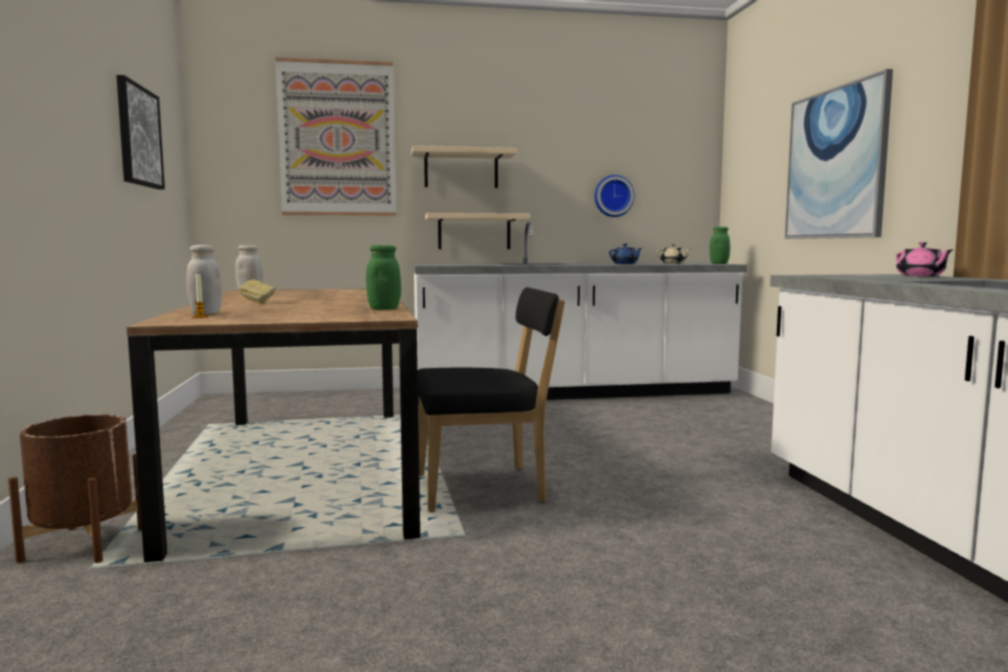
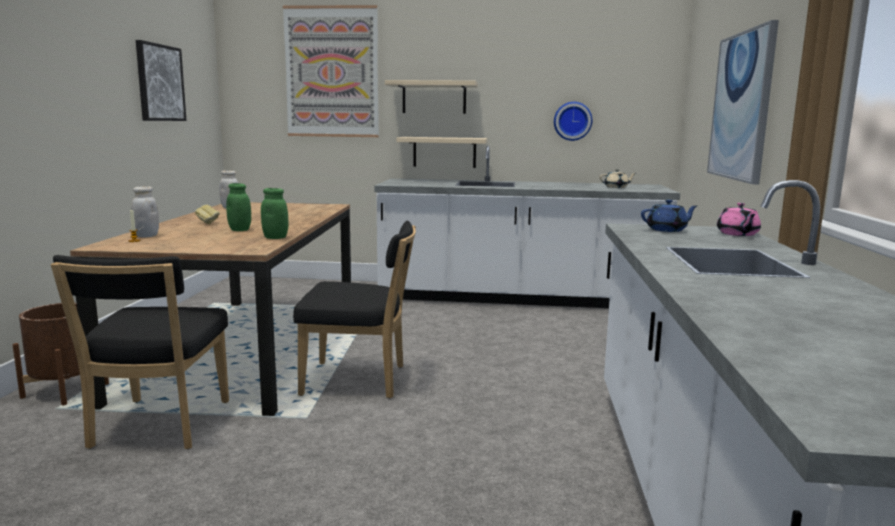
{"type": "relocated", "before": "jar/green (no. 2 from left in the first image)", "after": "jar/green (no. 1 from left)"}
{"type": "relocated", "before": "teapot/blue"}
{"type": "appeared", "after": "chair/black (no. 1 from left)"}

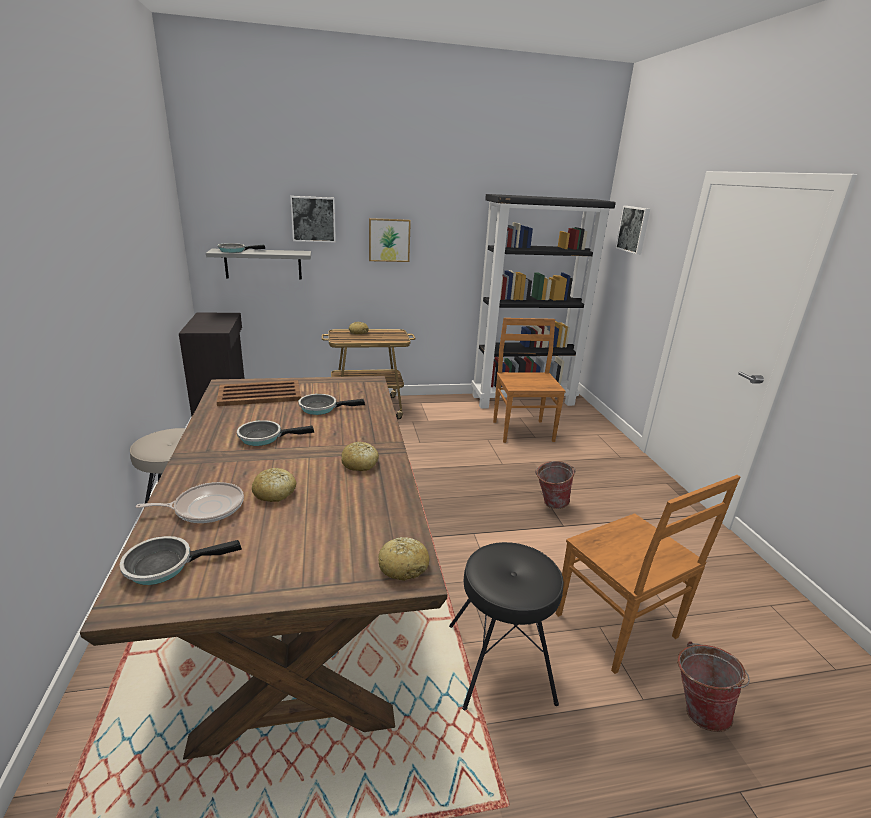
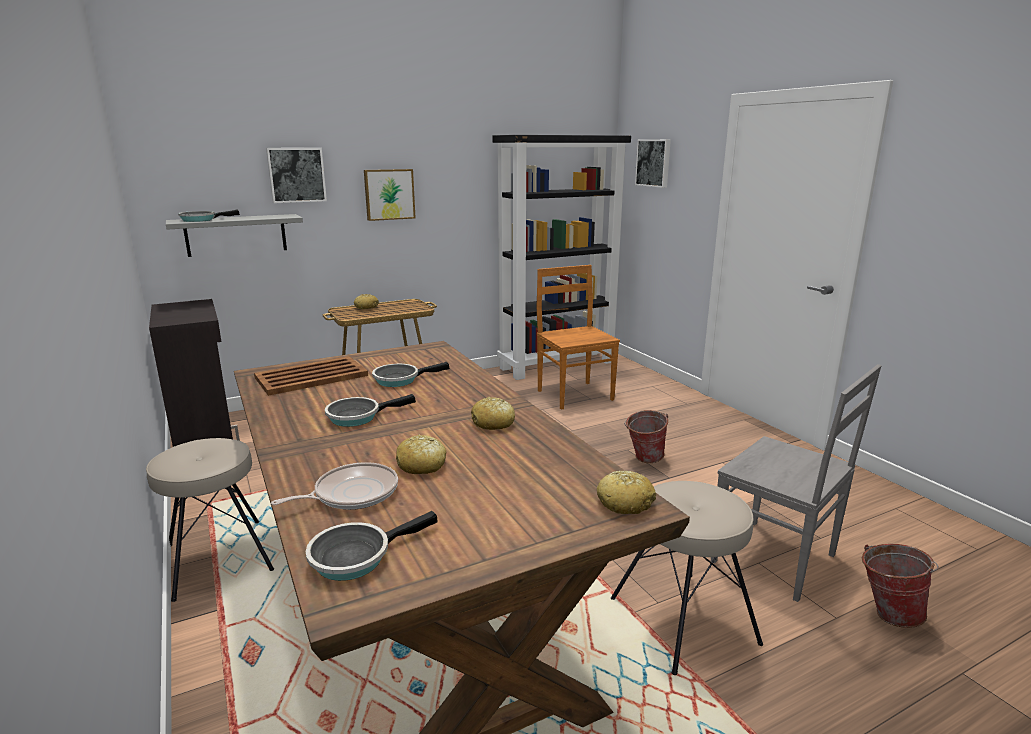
{"type": "colour", "before": "chair/brown (no. 2 from left)", "after": "chair/grey"}
{"type": "colour", "before": "stool/black", "after": "stool/beige (no. 2 from left)"}

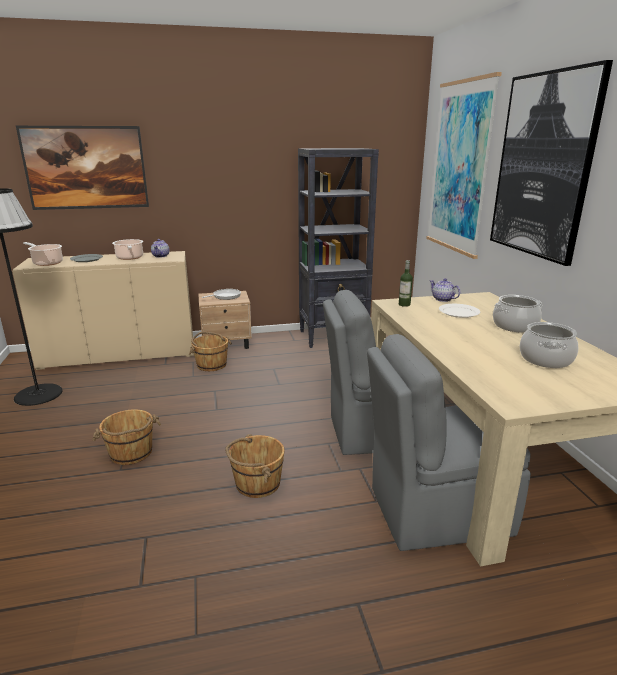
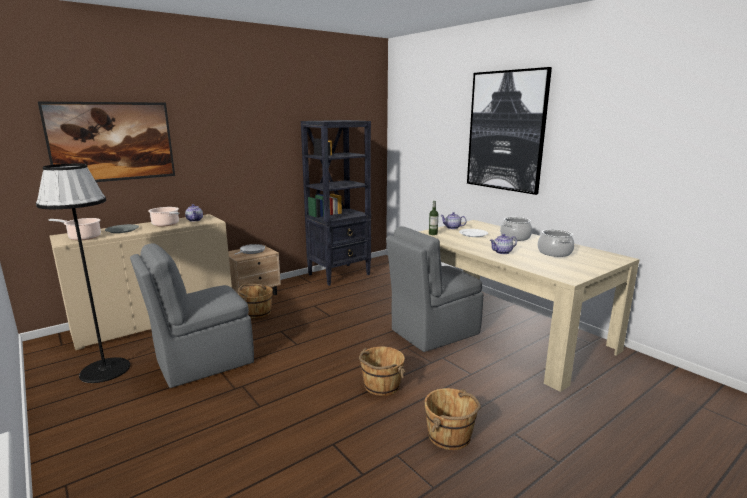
{"type": "missing", "before": "picture (no. 2 from left)"}
{"type": "relocated", "before": "chair/grey (no. 2 from left in the first image)", "after": "chair/grey (no. 1 from left)"}
{"type": "relocated", "before": "bucket/brown (no. 1 from left in the first image)", "after": "bucket/brown (no. 3 from left)"}
{"type": "appeared", "after": "teapot (no. 3 from left)"}

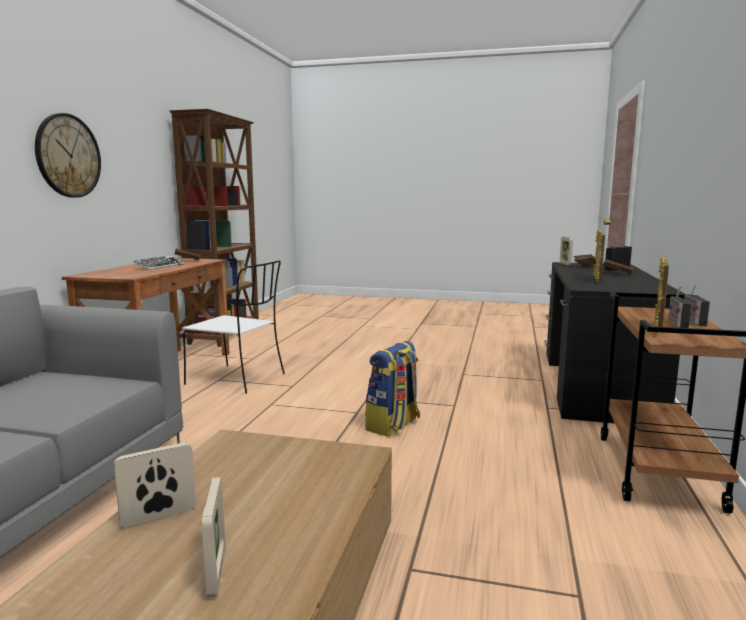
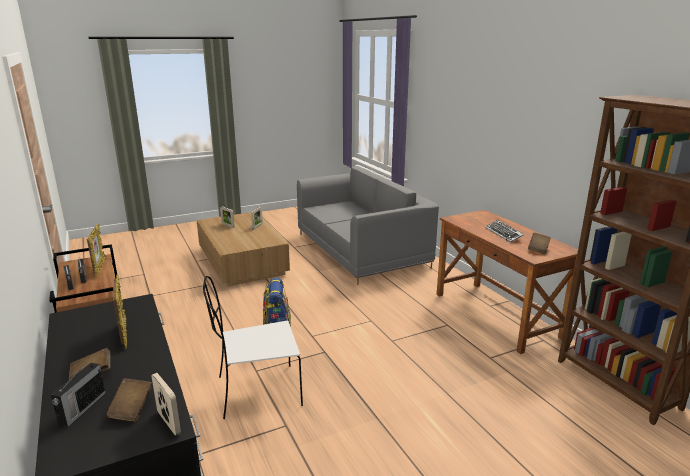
{"type": "missing", "before": "wall clock"}
{"type": "relocated", "before": "chair/white"}

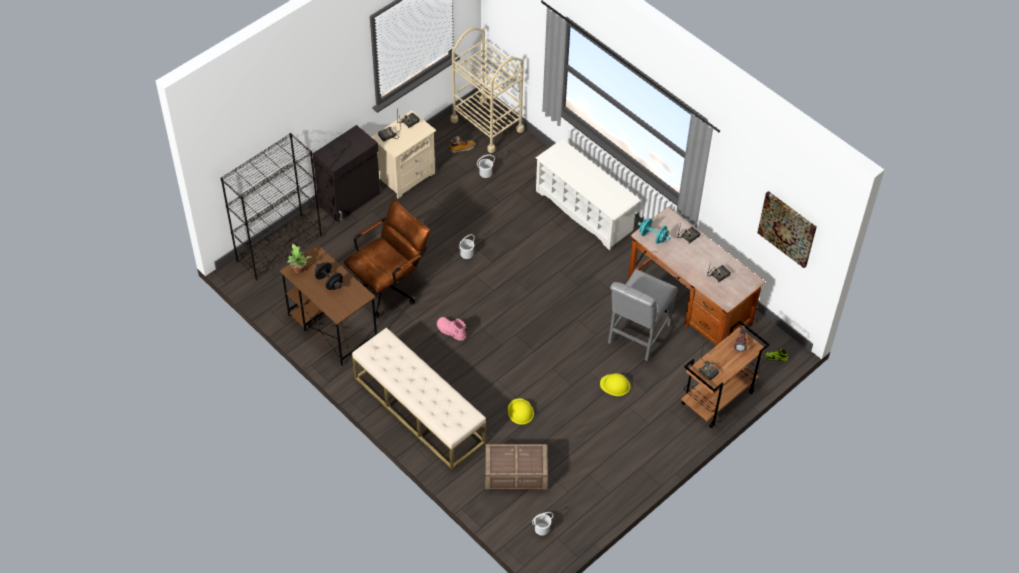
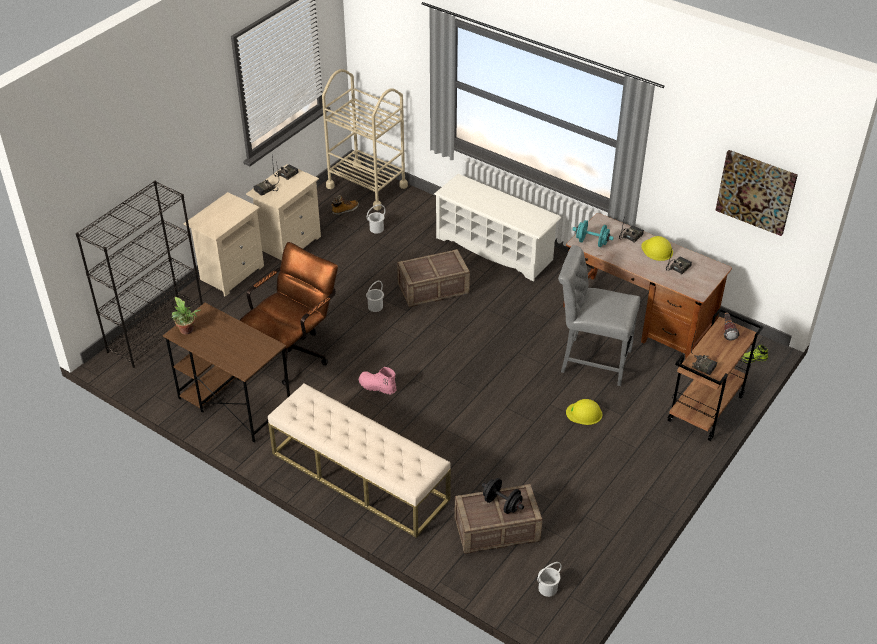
{"type": "exchanged", "before": "cabinet/black", "after": "nightstand/beige (no. 1 from left)"}
{"type": "relocated", "before": "dumbbell/black"}
{"type": "spun", "before": "chair/grey", "turn": 90}
{"type": "relocated", "before": "hard hat/yellow (no. 1 from left in the first image)", "after": "hard hat/yellow (no. 2 from left)"}
{"type": "appeared", "after": "crate (no. 1 from left)"}

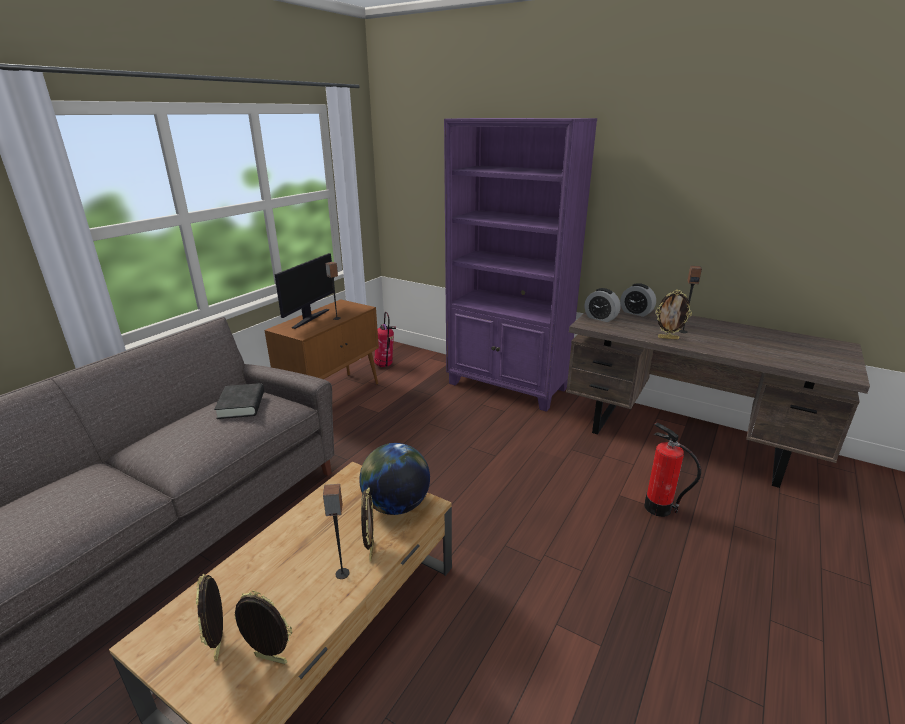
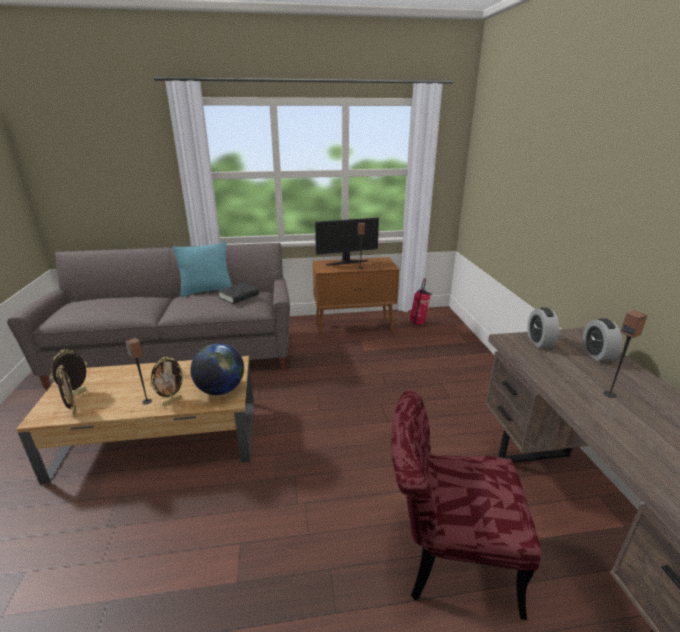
{"type": "missing", "before": "bookcase/purple"}
{"type": "missing", "before": "picture frame (no. 4 from left)"}
{"type": "exchanged", "before": "fire extinguisher (no. 2 from left)", "after": "chair/red"}
{"type": "appeared", "after": "pillow/turquoise"}

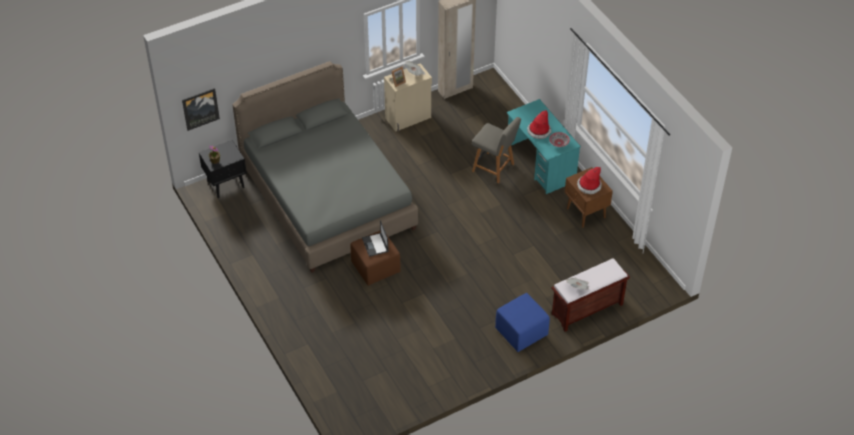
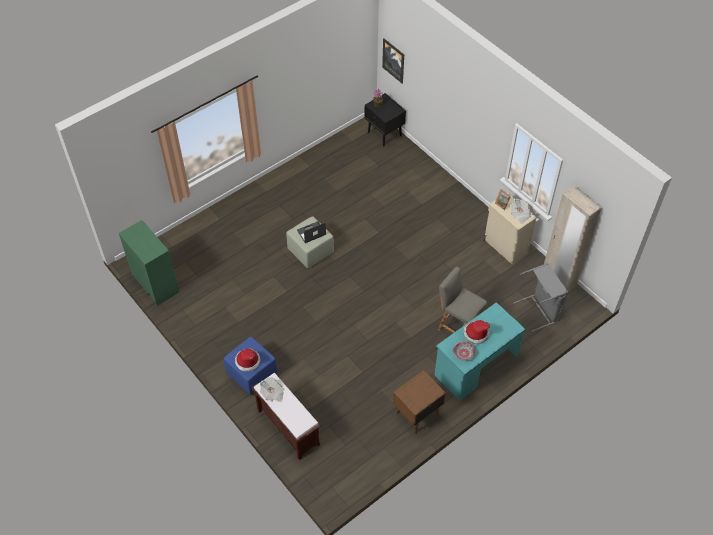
{"type": "missing", "before": "bed/grey"}
{"type": "spun", "before": "chair/grey", "turn": 105}
{"type": "relocated", "before": "hat (no. 2 from left in the first image)", "after": "hat (no. 1 from left)"}
{"type": "colour", "before": "ottoman/brown", "after": "ottoman/green"}
{"type": "appeared", "after": "dresser/green"}
{"type": "appeared", "after": "laundry basket/grey"}

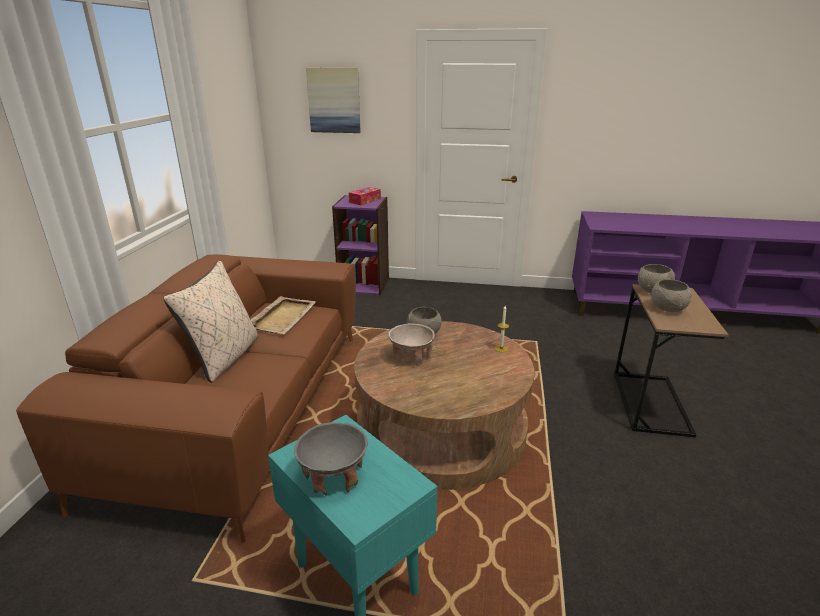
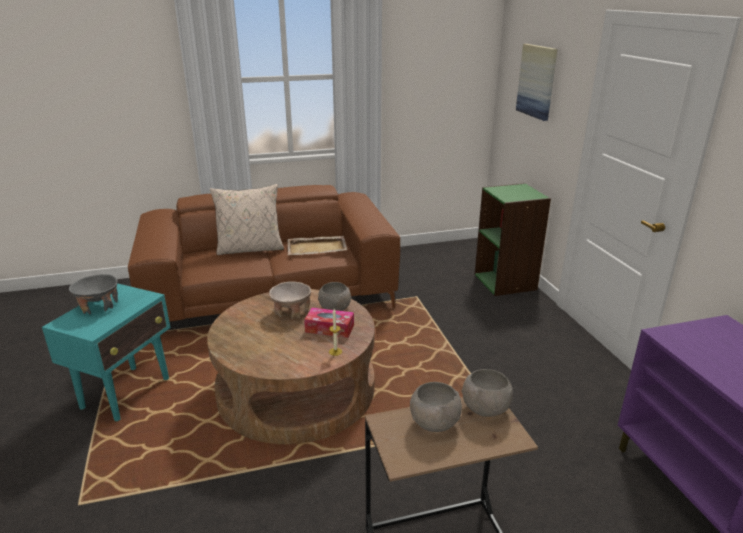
{"type": "relocated", "before": "tissue box"}
{"type": "colour", "before": "bookcase/purple", "after": "bookcase/green"}

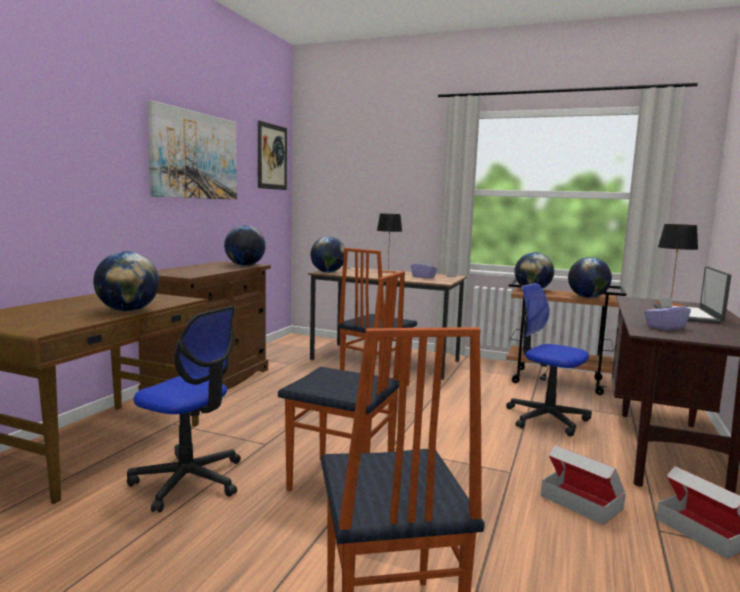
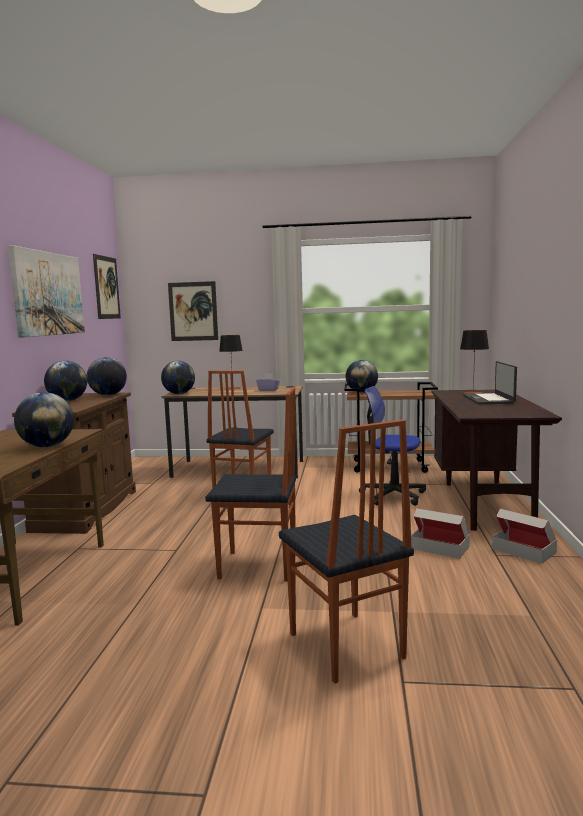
{"type": "relocated", "before": "globe (no. 5 from left in the first image)", "after": "globe (no. 2 from left)"}
{"type": "missing", "before": "tissue box/purple (no. 2 from left)"}
{"type": "missing", "before": "office chair (no. 1 from left)"}
{"type": "appeared", "after": "picture (no. 3 from left)"}

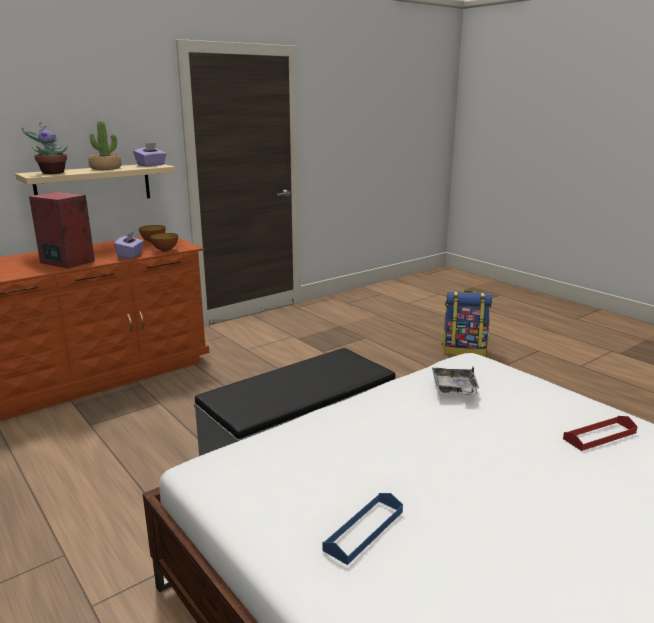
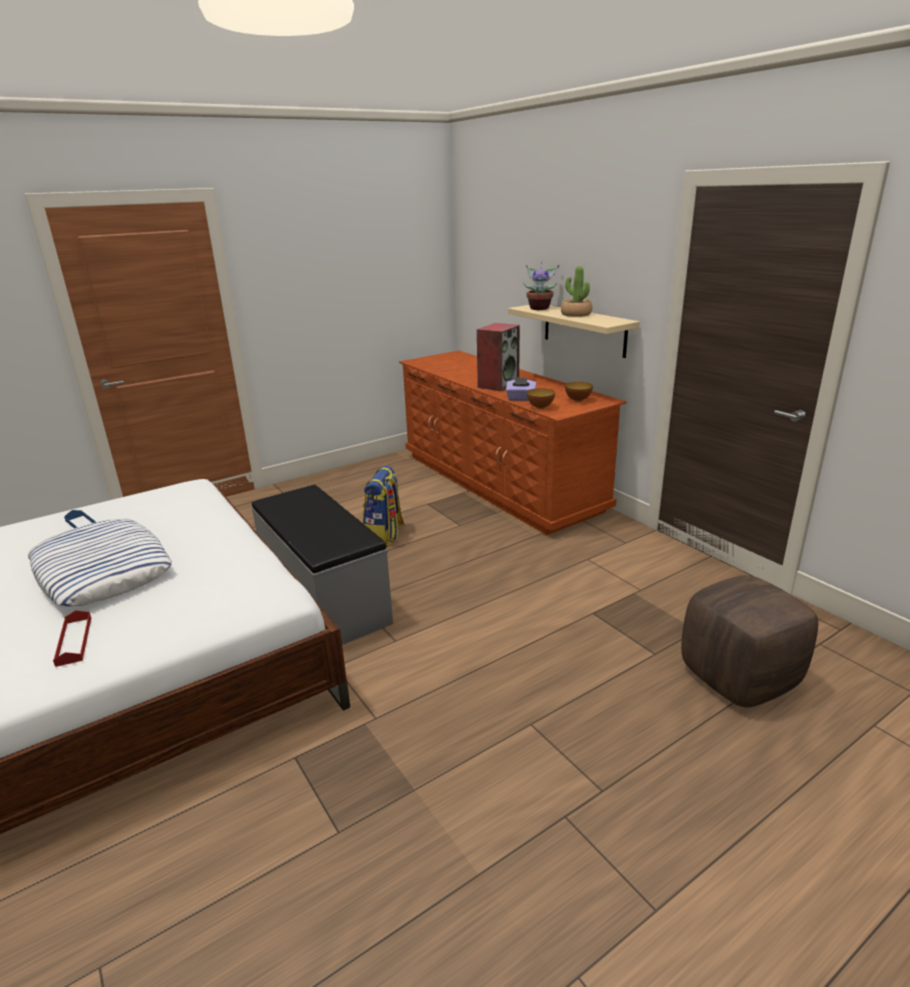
{"type": "missing", "before": "tissue box/purple (no. 2 from left)"}
{"type": "relocated", "before": "backpack"}
{"type": "missing", "before": "tray/grey"}
{"type": "appeared", "after": "pillow"}
{"type": "appeared", "after": "ottoman/brown"}

